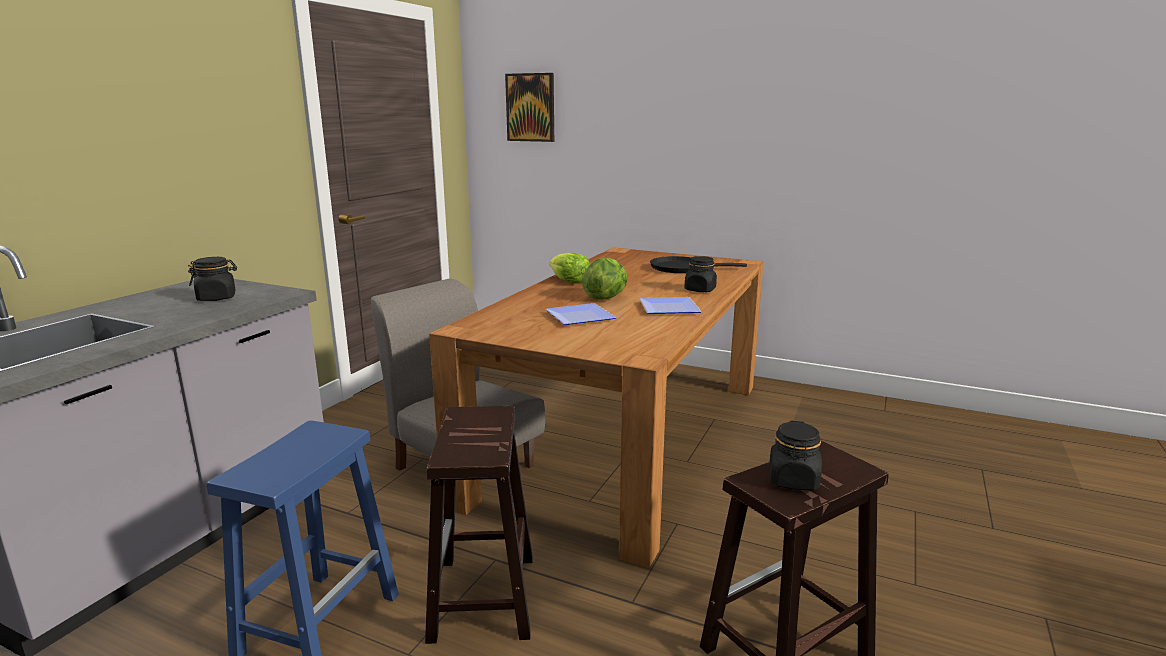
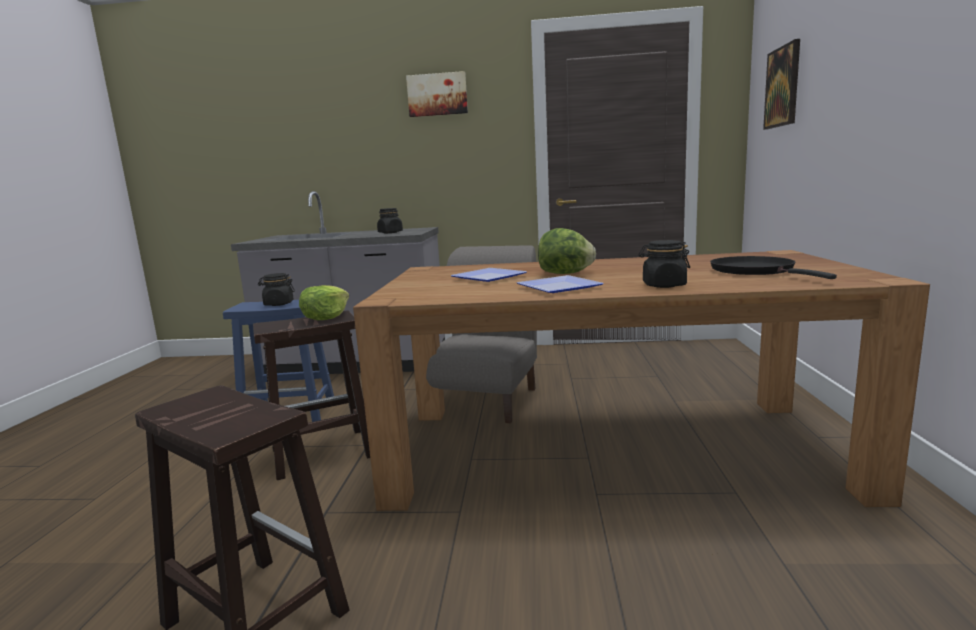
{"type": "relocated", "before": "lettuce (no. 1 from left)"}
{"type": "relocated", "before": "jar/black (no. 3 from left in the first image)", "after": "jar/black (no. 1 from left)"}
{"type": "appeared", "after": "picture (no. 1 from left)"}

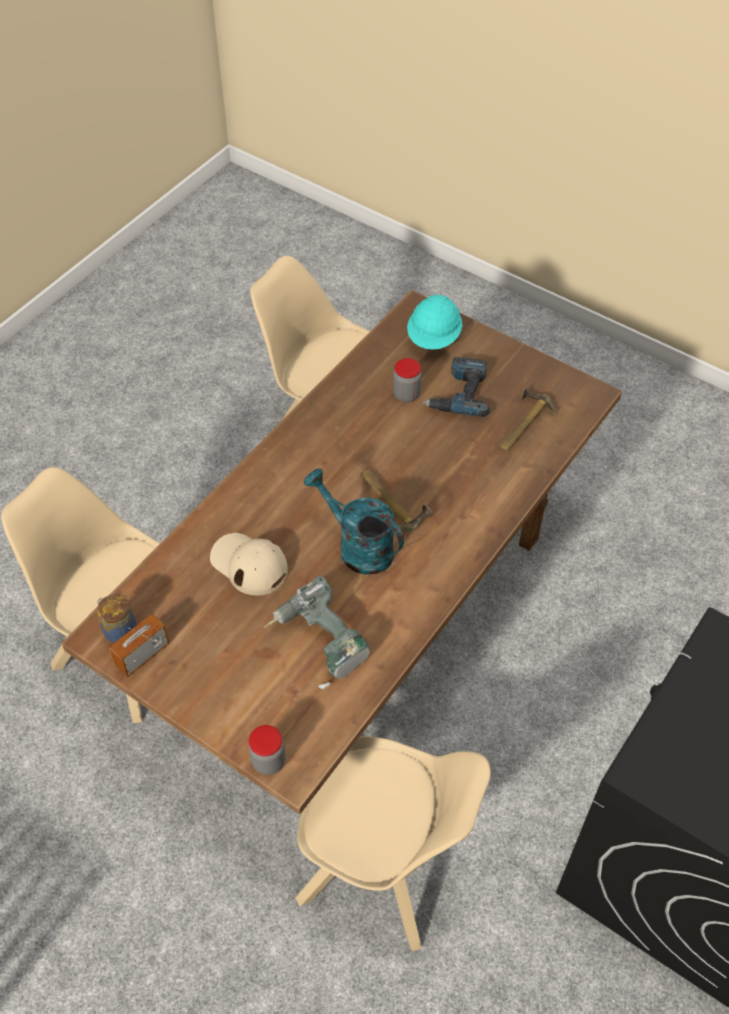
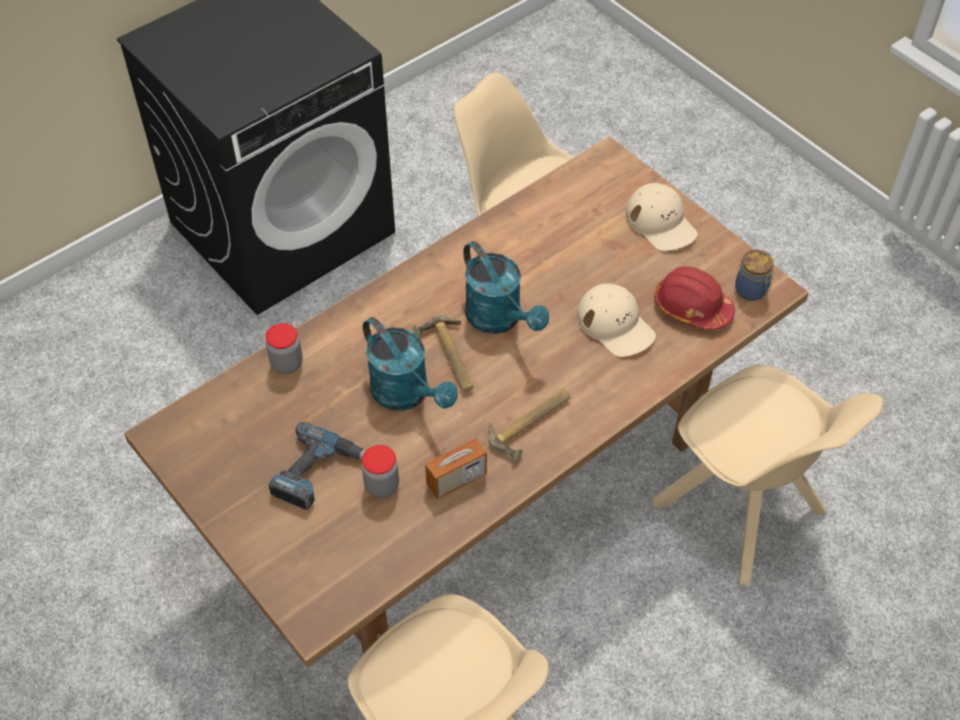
{"type": "missing", "before": "hard hat/turquoise"}
{"type": "relocated", "before": "hammer (no. 2 from left)"}
{"type": "missing", "before": "power drill (no. 1 from left)"}
{"type": "relocated", "before": "radio"}
{"type": "relocated", "before": "jar (no. 2 from left in the first image)", "after": "jar (no. 1 from left)"}
{"type": "appeared", "after": "cap/beige (no. 2 from left)"}
{"type": "appeared", "after": "hard hat/red"}
{"type": "appeared", "after": "watering can/turquoise (no. 1 from left)"}

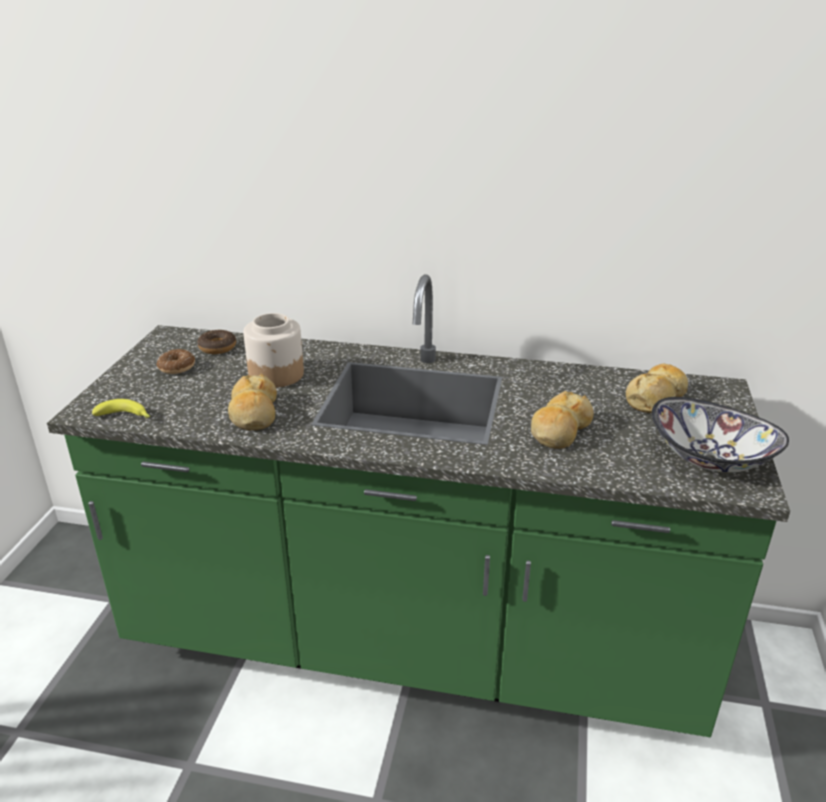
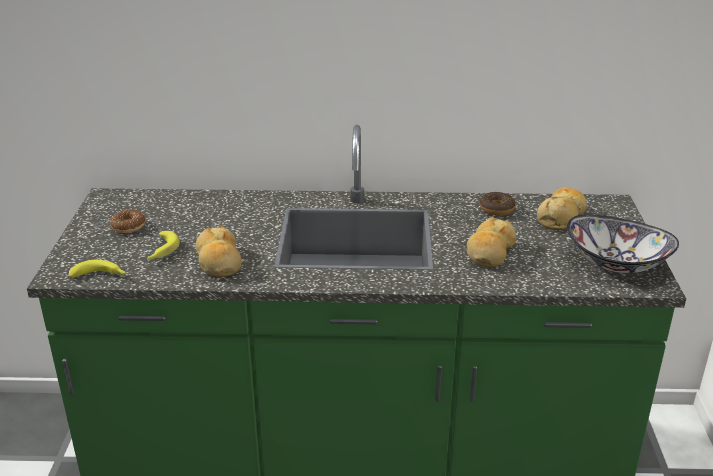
{"type": "missing", "before": "jar"}
{"type": "relocated", "before": "donut (no. 2 from left)"}
{"type": "appeared", "after": "banana (no. 2 from left)"}

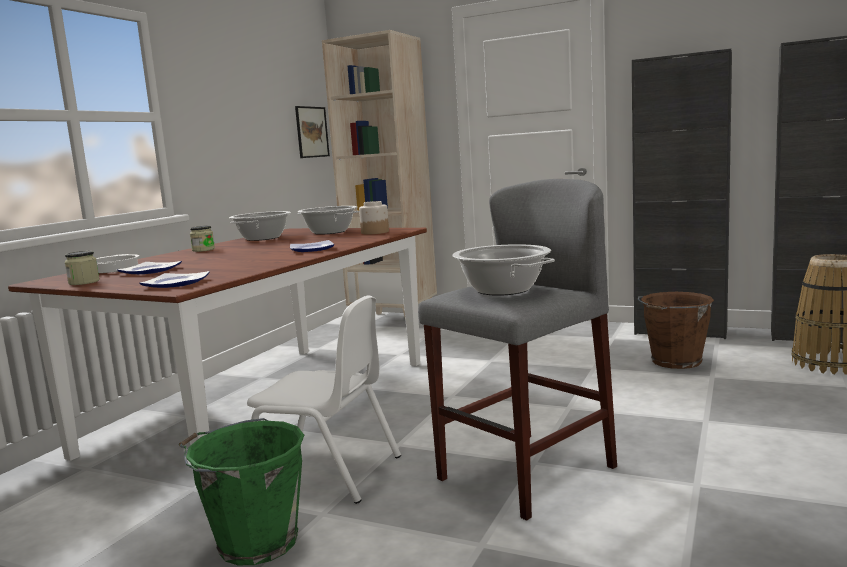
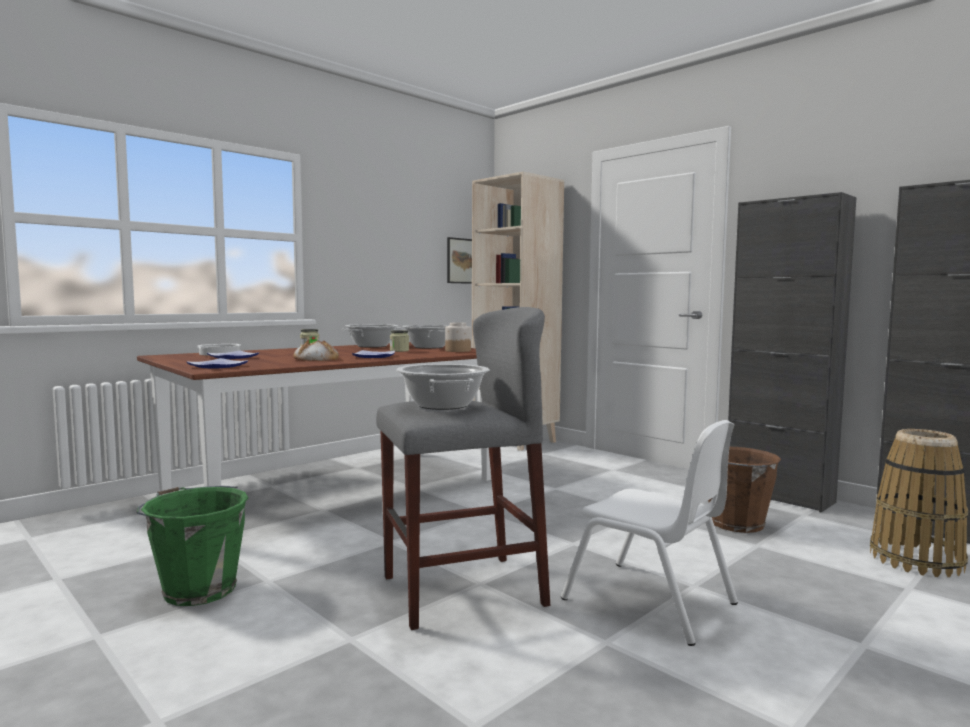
{"type": "relocated", "before": "jar (no. 1 from left in the first image)", "after": "jar (no. 2 from left)"}
{"type": "relocated", "before": "chair/white"}
{"type": "appeared", "after": "bread"}

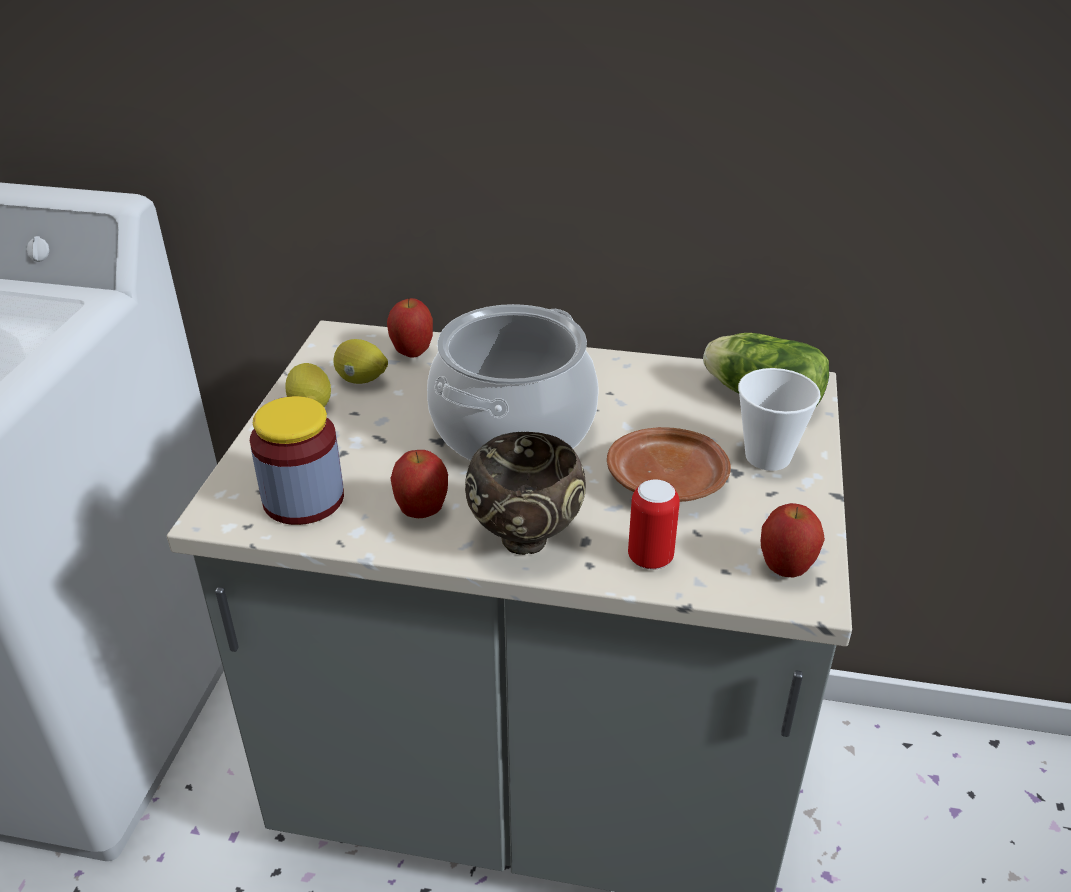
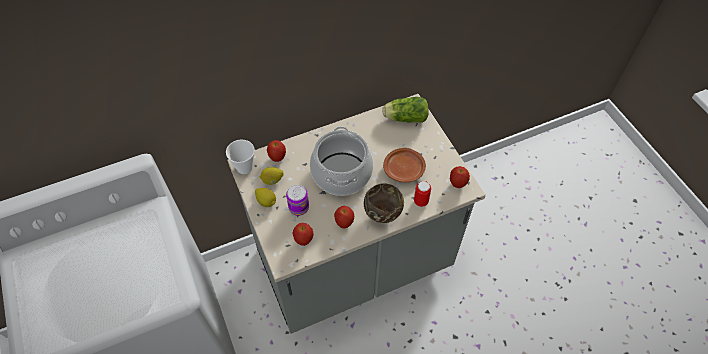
{"type": "relocated", "before": "cup"}
{"type": "exchanged", "before": "jar", "after": "apple (no. 2 from left)"}
{"type": "appeared", "after": "can (no. 1 from left)"}

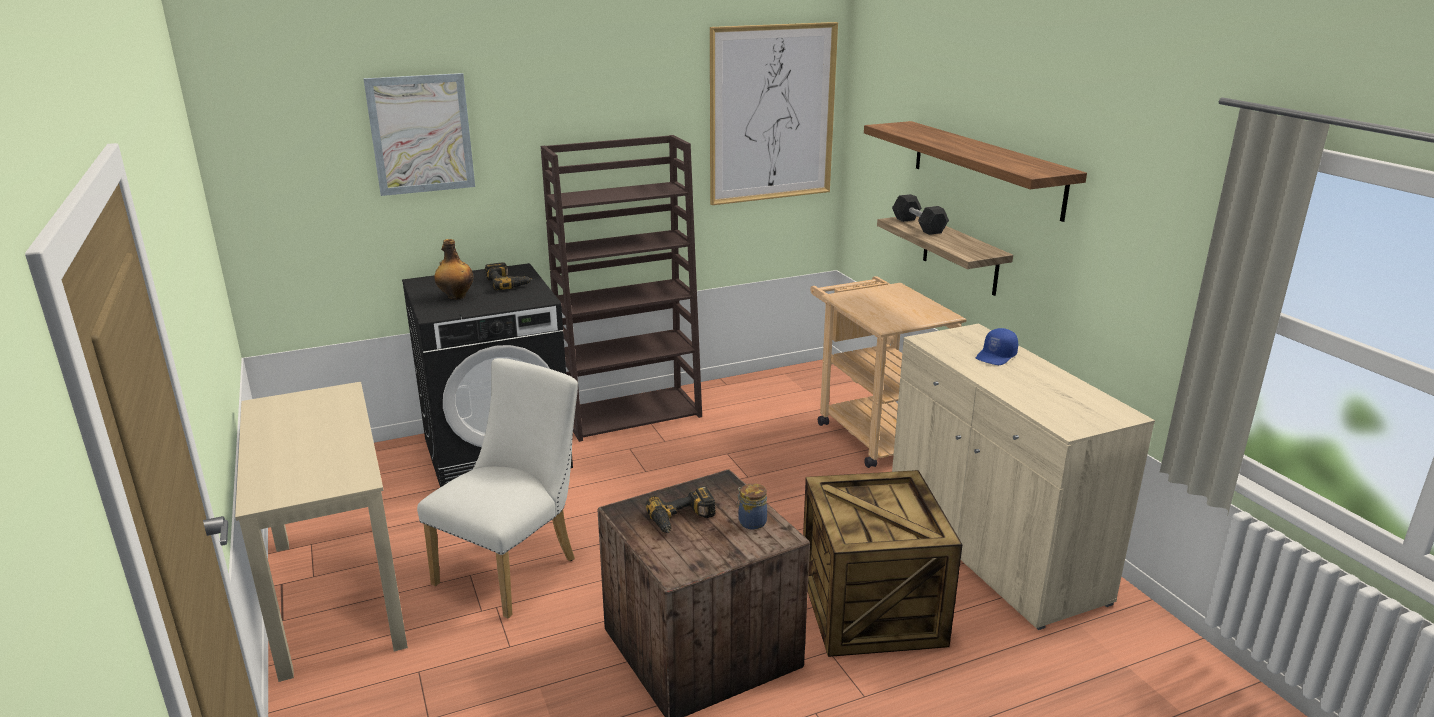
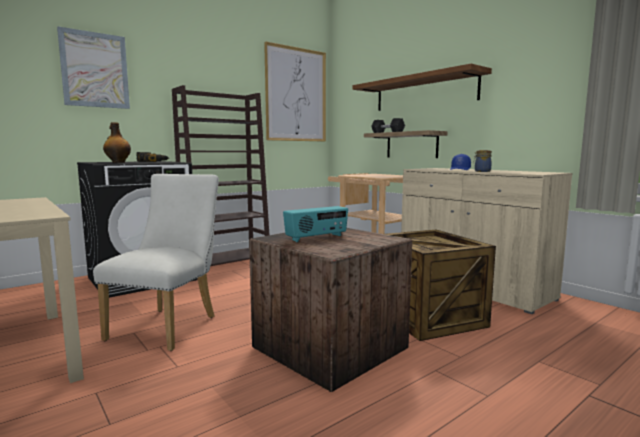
{"type": "relocated", "before": "jar"}
{"type": "exchanged", "before": "power drill (no. 2 from left)", "after": "radio"}

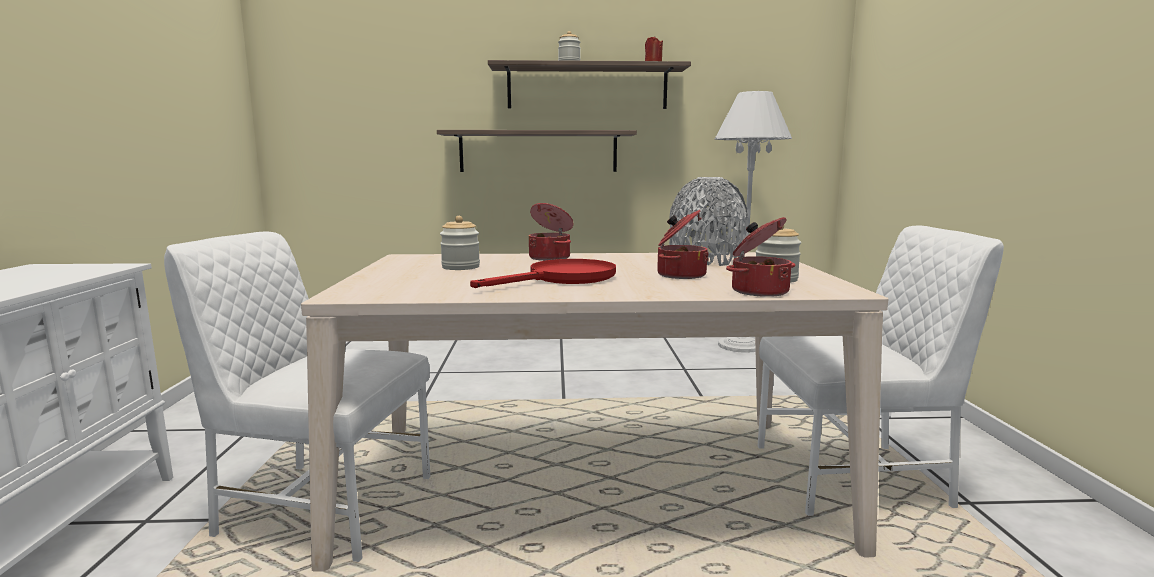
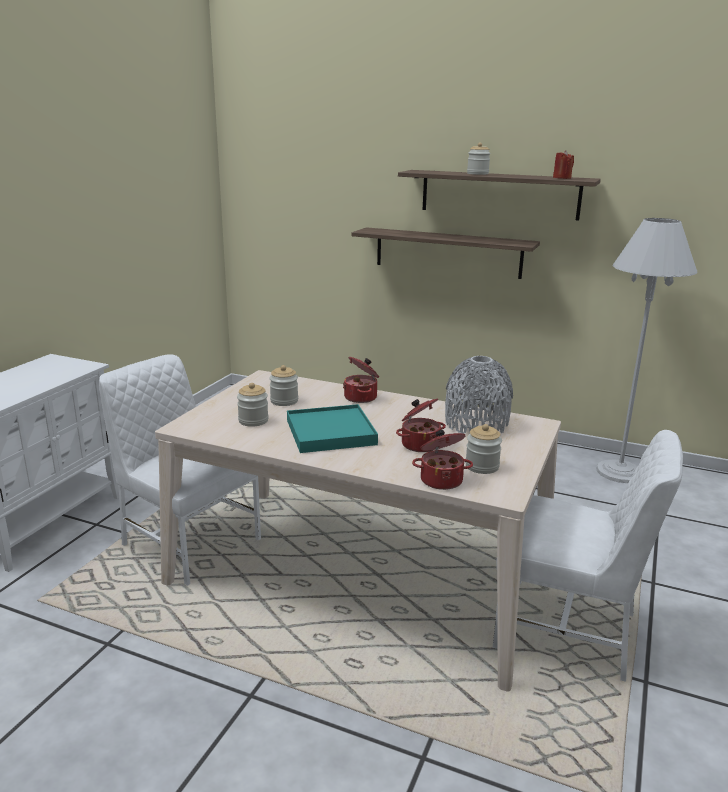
{"type": "exchanged", "before": "frying pan/red", "after": "tray/turquoise"}
{"type": "appeared", "after": "jar (no. 1 from left)"}

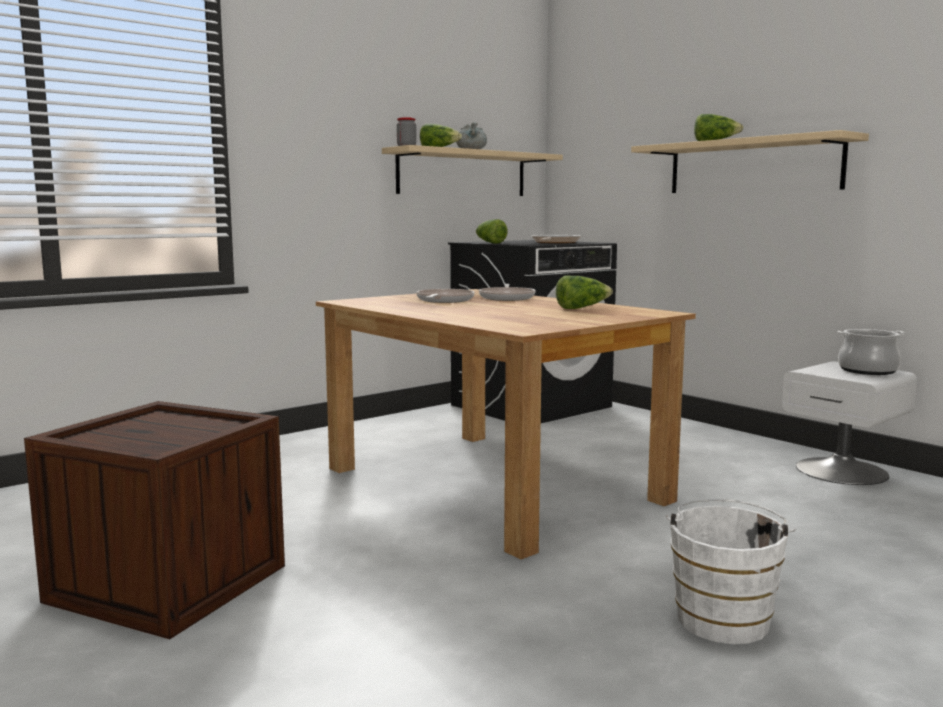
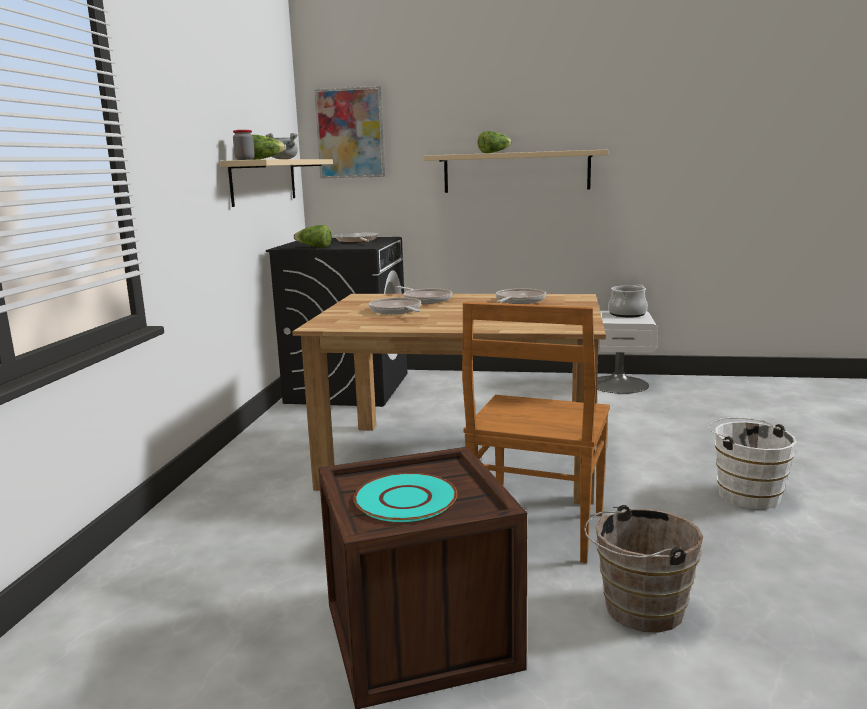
{"type": "exchanged", "before": "lettuce (no. 3 from left)", "after": "frying pan (no. 4 from left)"}
{"type": "appeared", "after": "picture"}
{"type": "appeared", "after": "chair/brown"}
{"type": "appeared", "after": "plate/turquoise"}
{"type": "appeared", "after": "bucket/brown"}

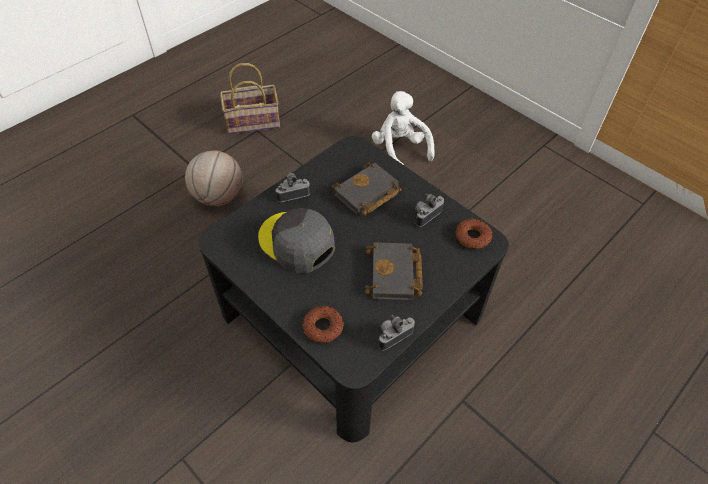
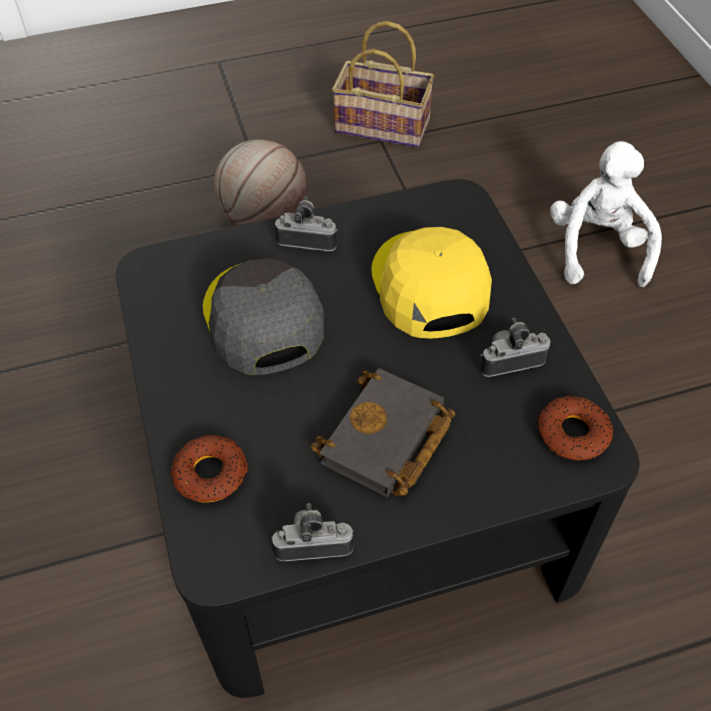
{"type": "exchanged", "before": "book/black (no. 1 from left)", "after": "cap/yellow"}

